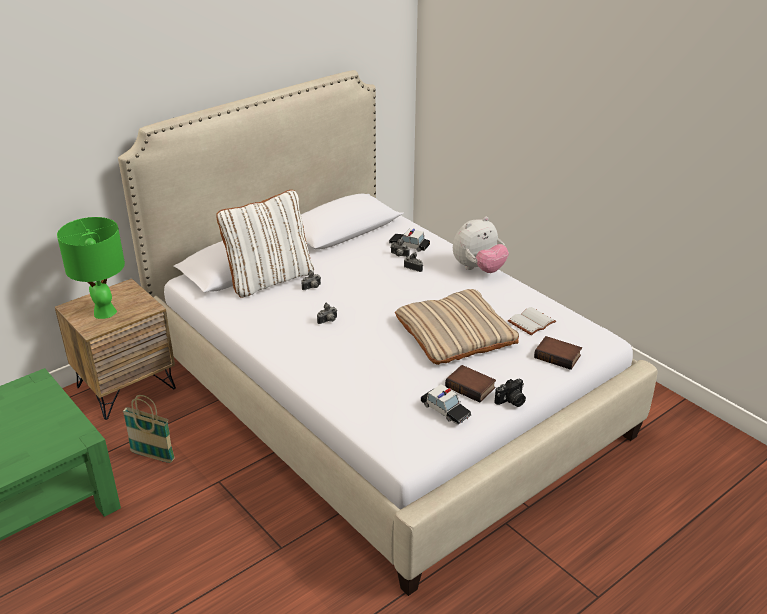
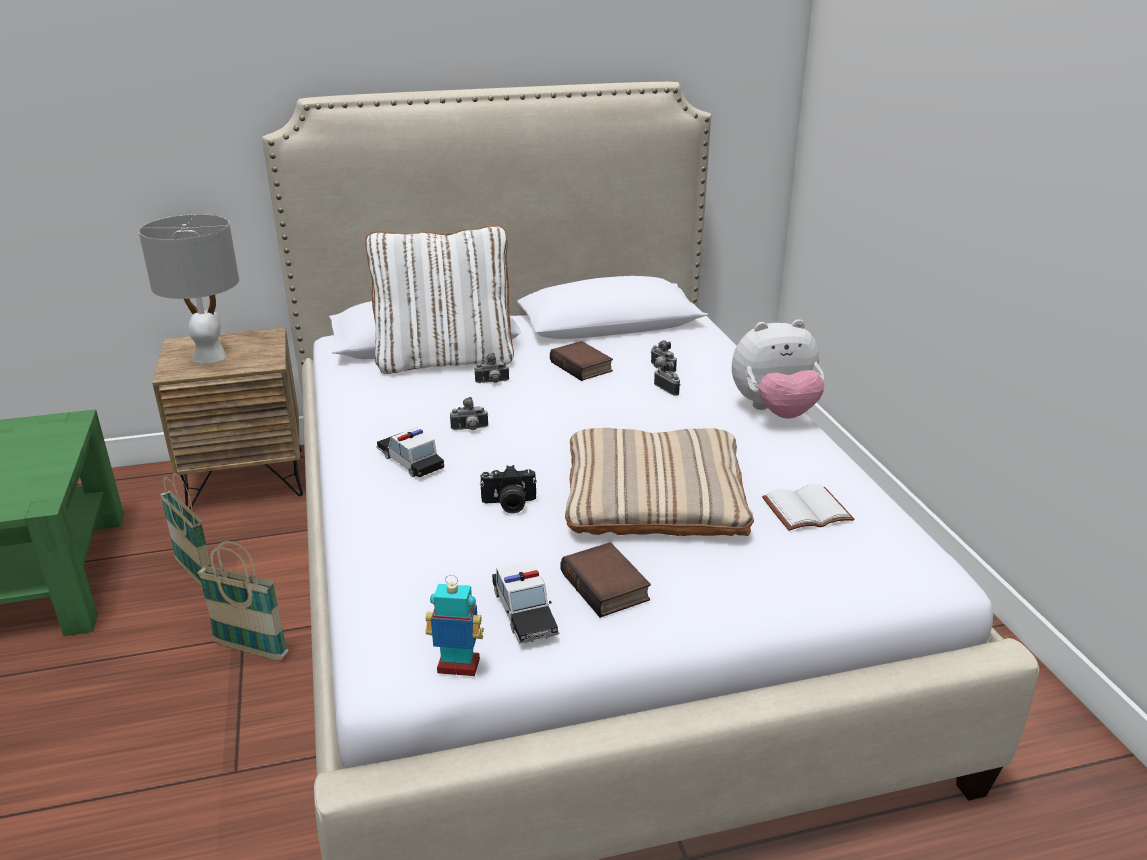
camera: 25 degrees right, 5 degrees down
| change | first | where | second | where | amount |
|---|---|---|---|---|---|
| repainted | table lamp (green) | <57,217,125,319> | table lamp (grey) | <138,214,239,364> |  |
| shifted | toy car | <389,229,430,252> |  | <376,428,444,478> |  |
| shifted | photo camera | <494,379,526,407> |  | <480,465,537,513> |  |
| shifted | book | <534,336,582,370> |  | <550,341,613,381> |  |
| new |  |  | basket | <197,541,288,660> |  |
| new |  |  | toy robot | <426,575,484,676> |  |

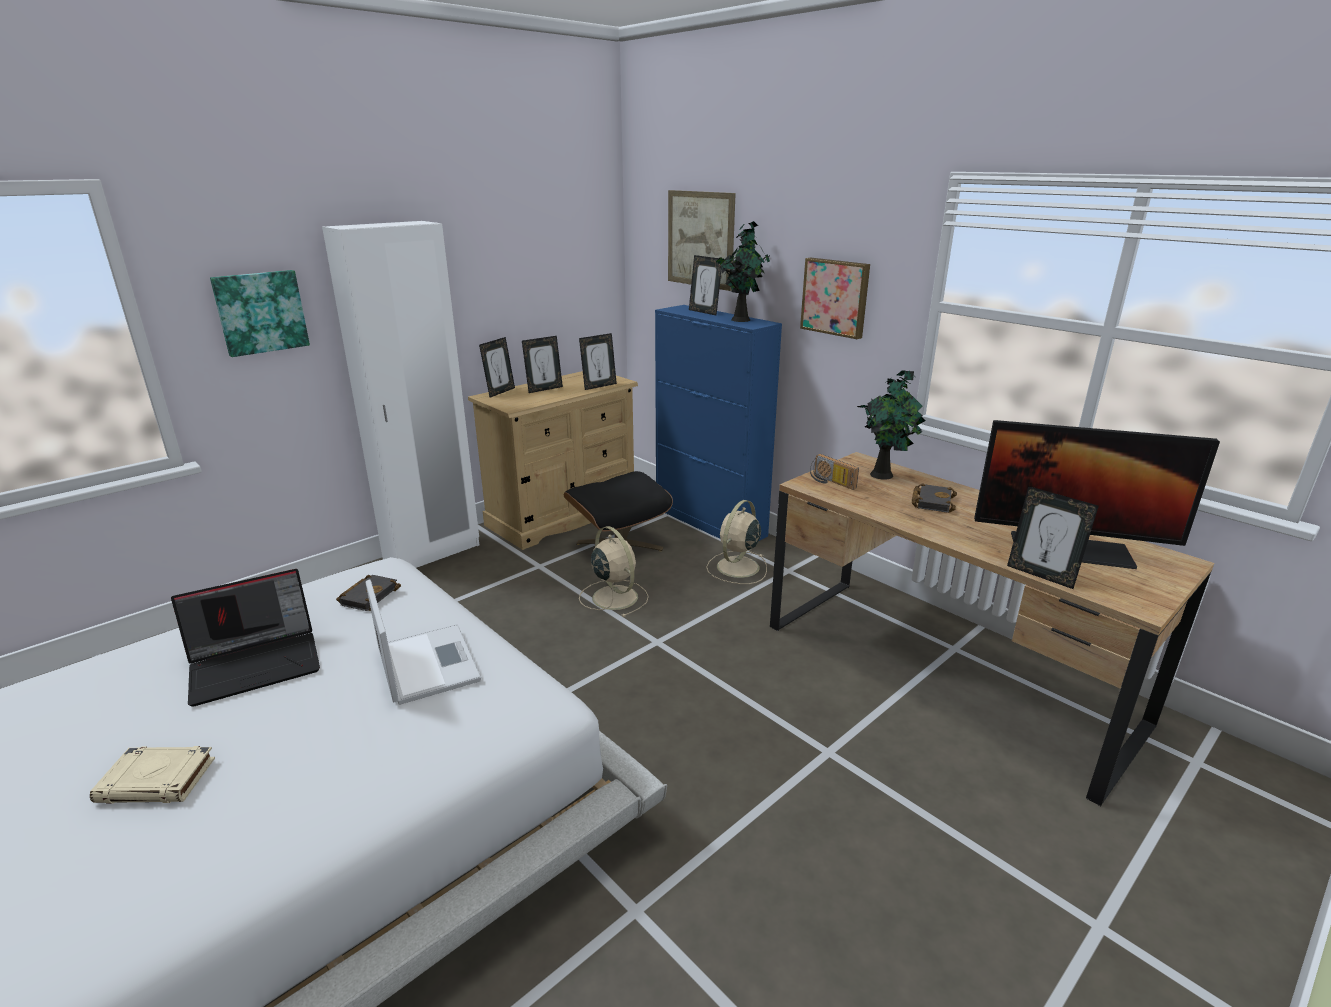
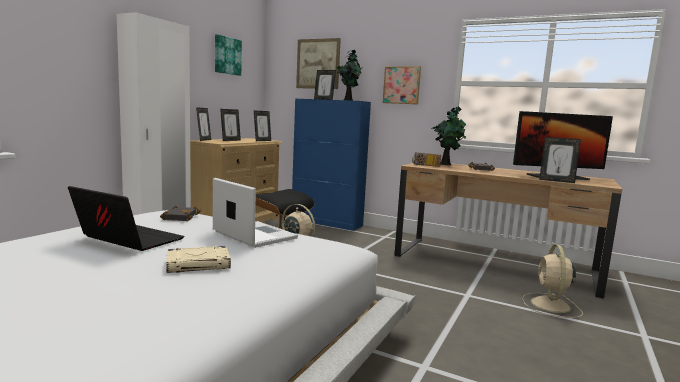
camera: 20 degrees left, 15 degrees down
| change | first | where | second | where | amount |
|---|---|---|---|---|---|
| shifted | book (beige) | <90,746,215,804> |  | <166,246,231,273> |  |
| rotated | laptop | <171,569,320,707> |  | <68,186,185,251> | 105 degrees counterclockwise |
| shifted | picture | <210,270,310,357> |  | <215,34,242,76> |  |
| shifted | fan (beige) | <706,500,767,584> |  | <522,244,583,318> |  |

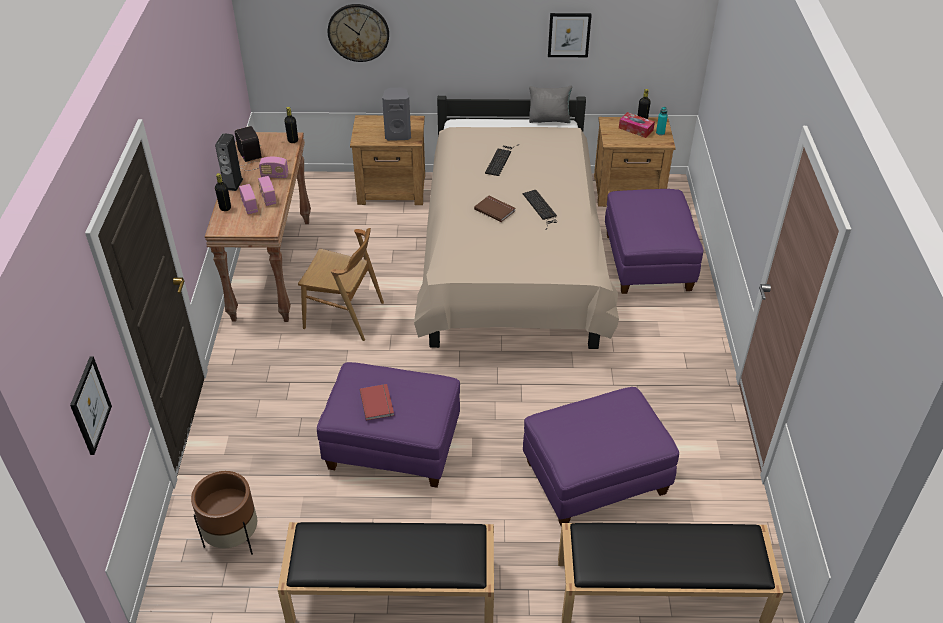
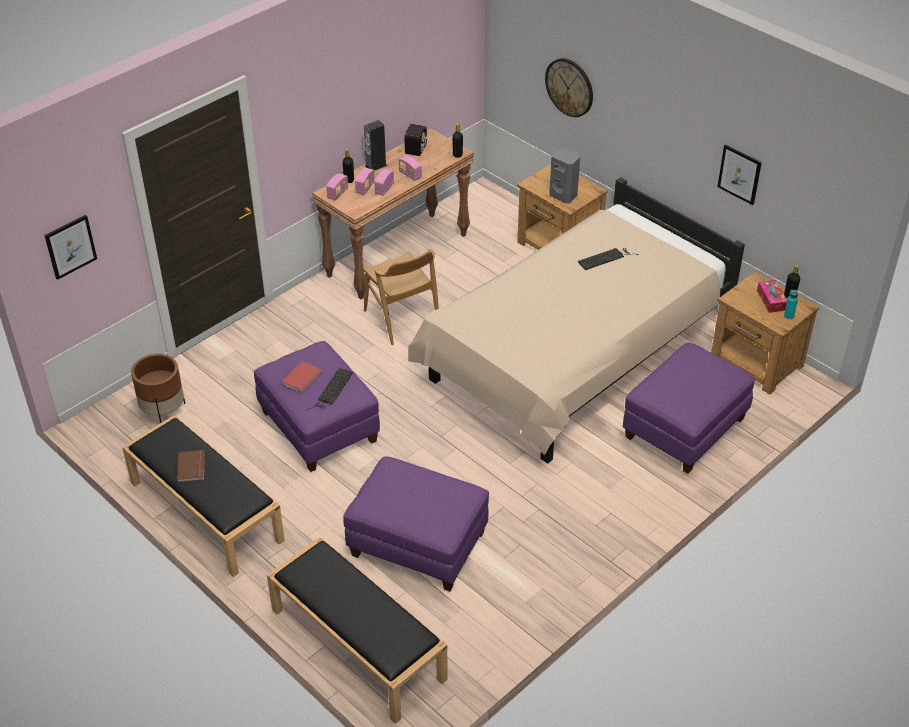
camera: 45 degrees right, 0 degrees up
| change | first | where | second | where | amount |
|---|---|---|---|---|---|
| shifted | book (brown) | <474,196,515,222> |  | <177,450,205,482> |  |
| shifted | keyboard | <523,190,557,230> |  | <307,368,353,410> |  |
| gone | pillow (grey) | <529,85,572,123> |  |  |  |
| new |  |  | radio | <326,173,348,200> |  |

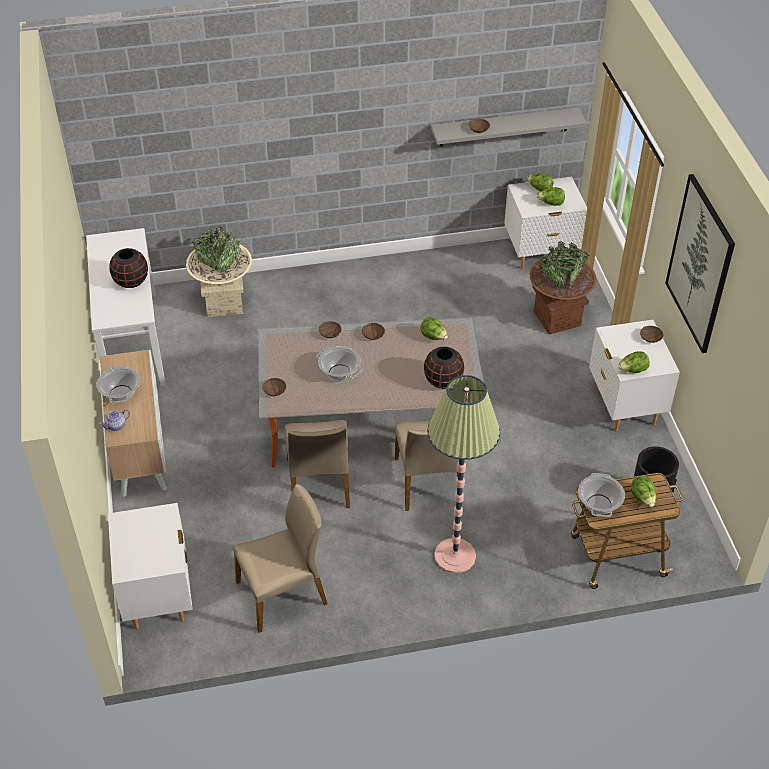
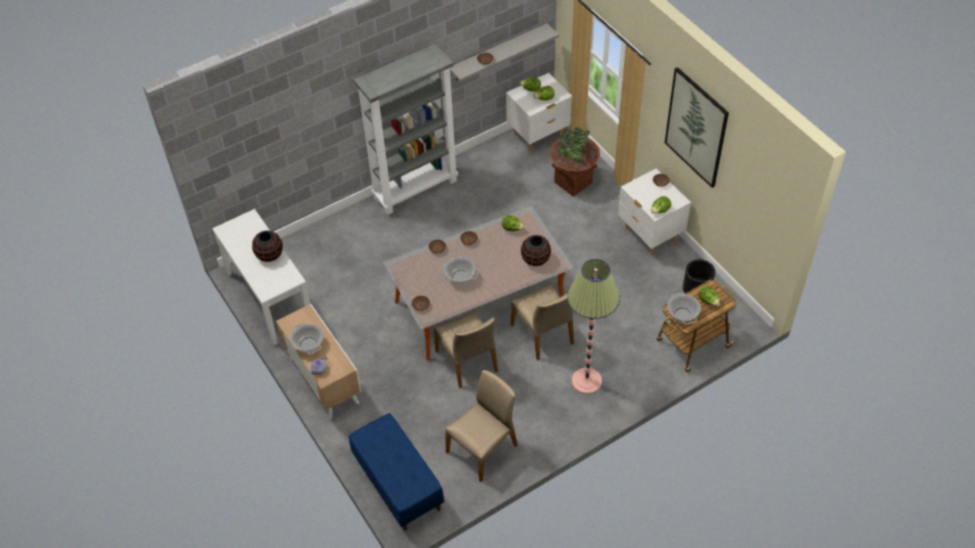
camera: 20 degrees left, 5 degrees up
| change | first | where | second | where | amount |
|---|---|---|---|---|---|
| swapped | nightstand (white) | <108,503,193,629> | bench (blue) | <349,413,444,531> |  |
| gone | planter (beige) | <186,227,252,317> |  |  |  |
| new |  |  | bookcase (grey) | <353,44,458,215> |  |

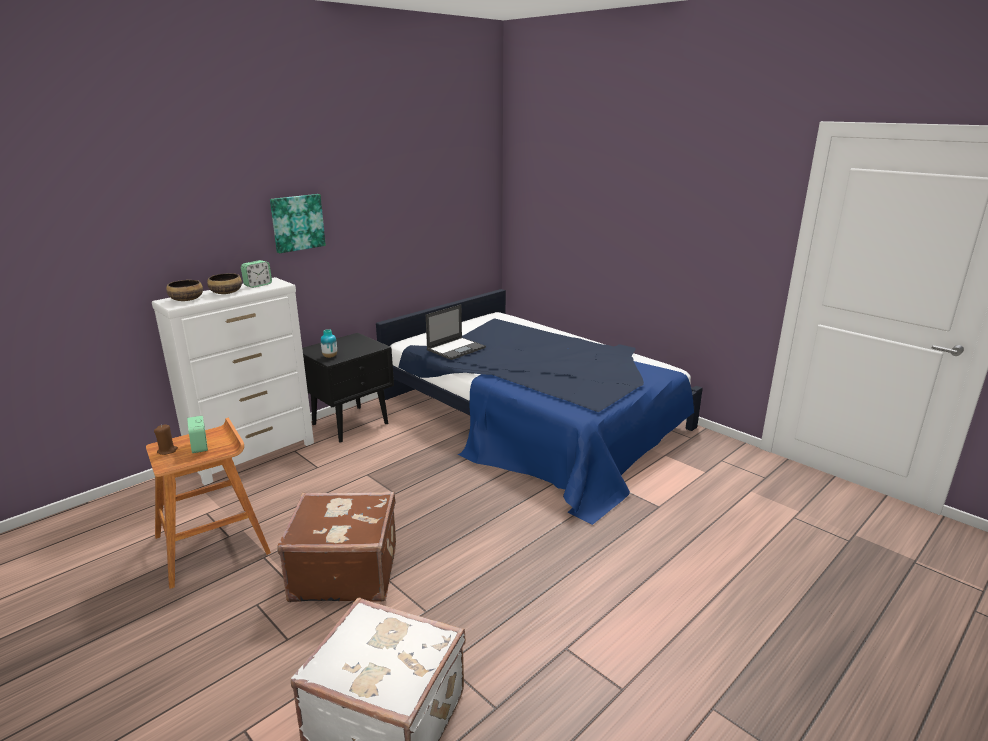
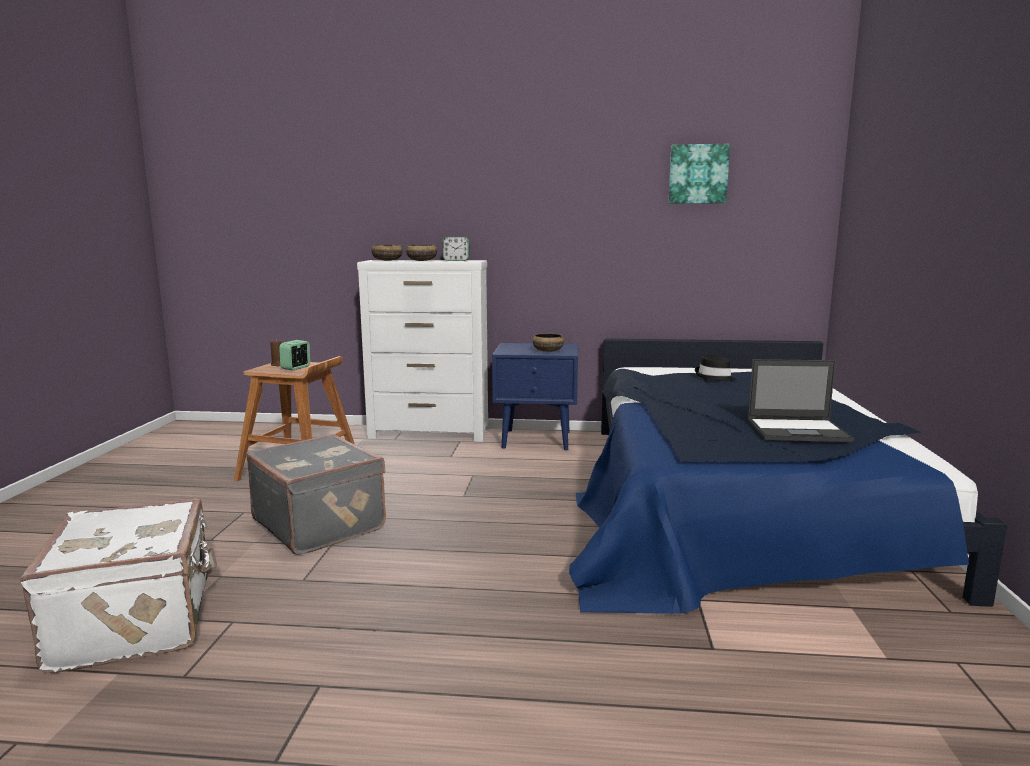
camera: 50 degrees right, 10 degrees down
| change | first | where | second | where | amount |
|---|---|---|---|---|---|
| shifted | picture | <270,194,326,253> |  | <669,144,730,204> |  |
| repainted | suitcase (brown) | <277,492,396,602> | suitcase (grey) | <246,434,386,555> |  |
| repainted | nightstand (black) | <302,333,394,443> | nightstand (blue) | <492,343,578,450> |  |
| gone | vase | <321,329,337,358> |  |  |  |
| shifted | laptop | <426,305,486,360> |  | <748,359,854,442> |  |
| new |  |  | bowl | <533,334,564,352> |  |
| new |  |  | hat (black) | <695,354,736,381> |  |

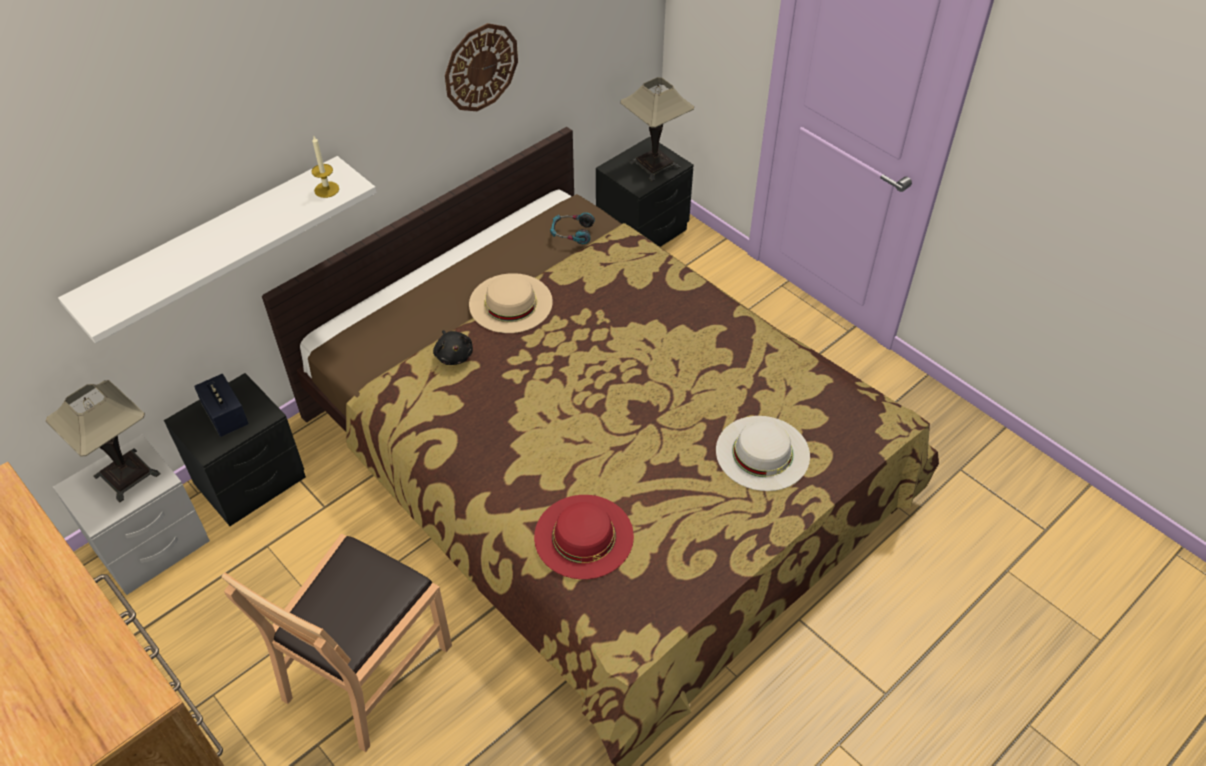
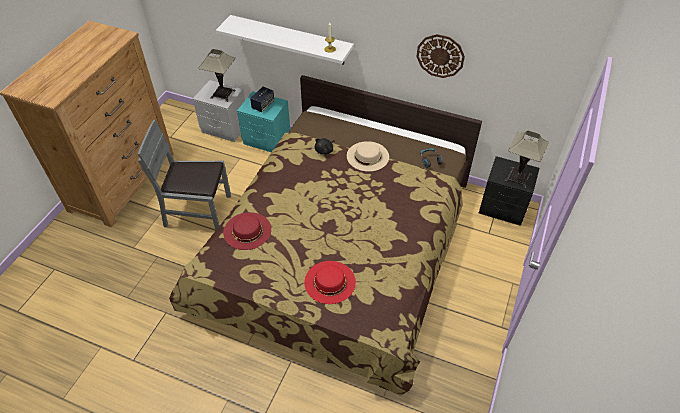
camera: 65 degrees right, 0 degrees up
| change | first | where | second | where | amount |
|---|---|---|---|---|---|
| repainted | nightstand (black) | <164,373,306,526> | nightstand (turquoise) | <237,91,290,152> |  |
| repainted | chair (brown) | <222,534,452,752> | chair (grey) | <138,119,231,230> |  |
| repainted | hat (white) | <716,416,810,491> | hat (red) | <304,261,356,304> |  |

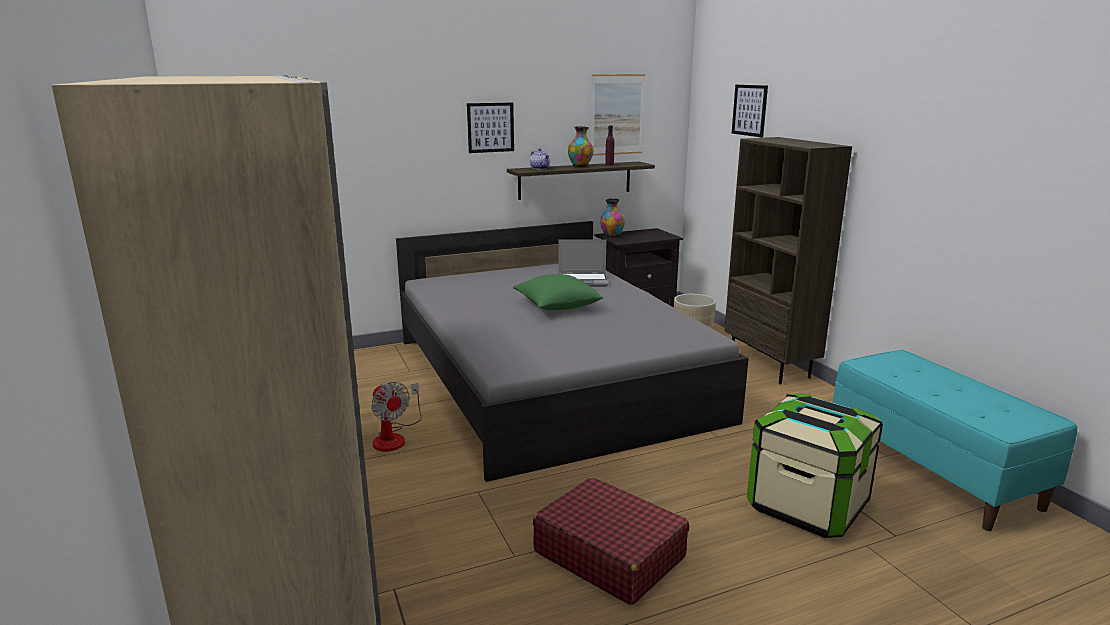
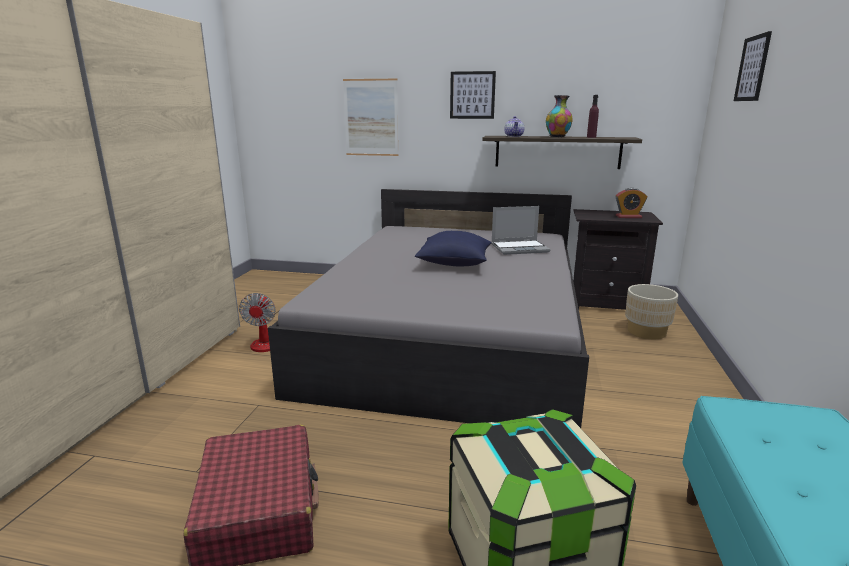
camera: 35 degrees right, 0 degrees up
| change | first | where | second | where | amount |
|---|---|---|---|---|---|
| repainted | pillow (green) | <513,274,604,310> | pillow (blue) | <415,231,492,266> |  |
| rotated | laptop | <559,239,608,287> |  | <491,206,551,255> | 45 degrees counterclockwise |
| shifted | picture | <591,74,645,156> |  | <343,79,399,156> |  |
| gone | vase | <600,199,625,238> |  |  |  |
| gone | bookcase (brown) | <724,137,852,384> |  |  |  |
| new |  |  | alarm clock | <616,188,647,218> |  |

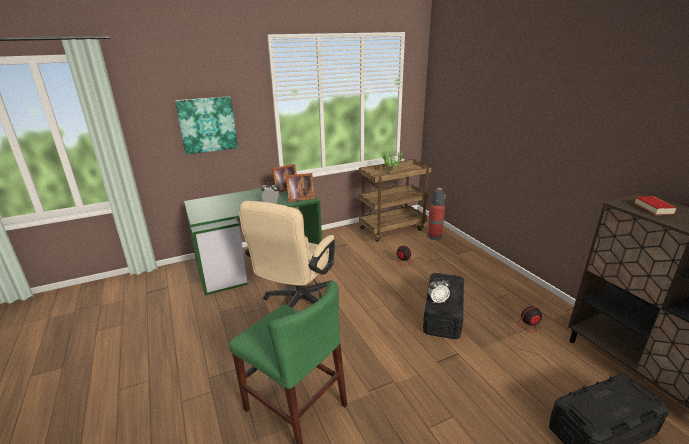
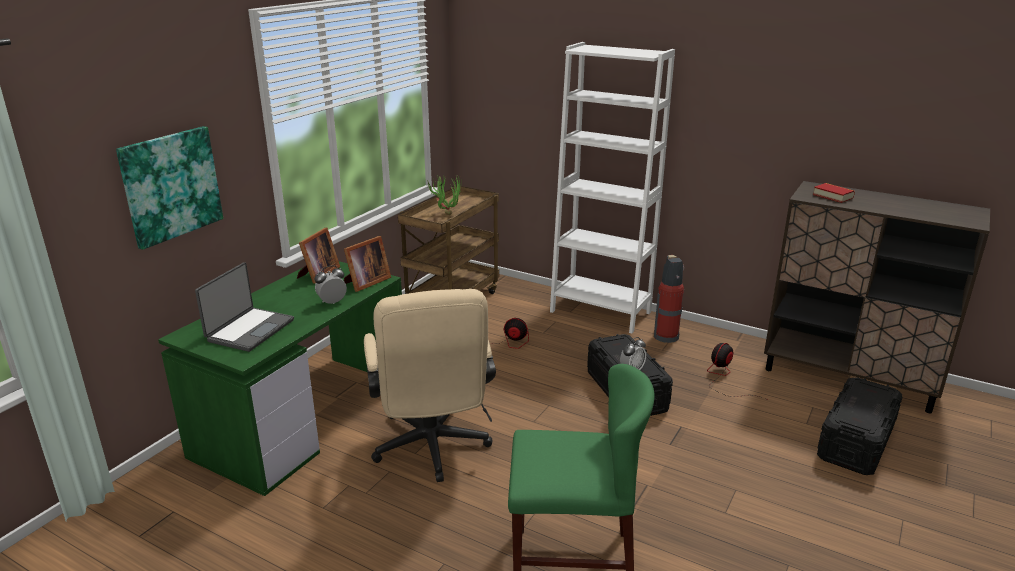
camera: 35 degrees left, 0 degrees up
| change | first | where | second | where | amount |
|---|---|---|---|---|---|
| shifted | fire extinguisher | <427,188,446,240> |  | <654,255,684,343> |  |
| new |  |  | laptop | <195,262,294,352> |  |
| new |  |  | bookcase (white) | <550,42,675,334> |  |

